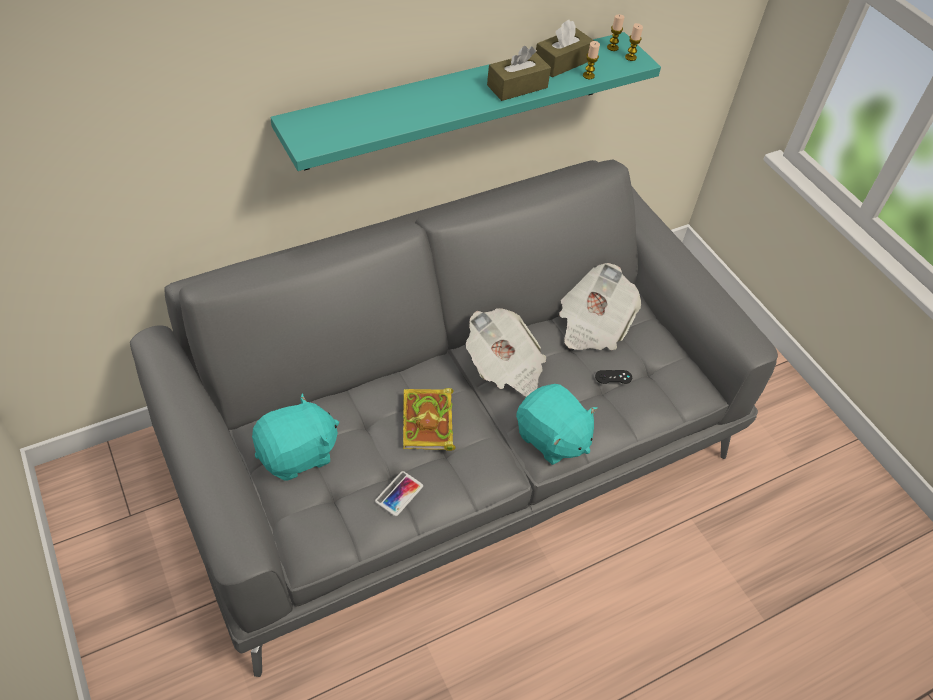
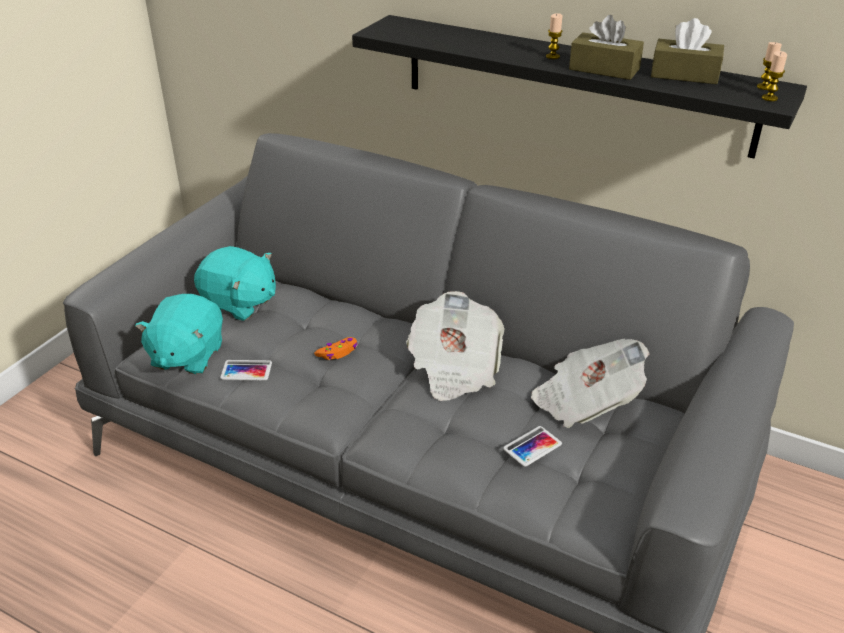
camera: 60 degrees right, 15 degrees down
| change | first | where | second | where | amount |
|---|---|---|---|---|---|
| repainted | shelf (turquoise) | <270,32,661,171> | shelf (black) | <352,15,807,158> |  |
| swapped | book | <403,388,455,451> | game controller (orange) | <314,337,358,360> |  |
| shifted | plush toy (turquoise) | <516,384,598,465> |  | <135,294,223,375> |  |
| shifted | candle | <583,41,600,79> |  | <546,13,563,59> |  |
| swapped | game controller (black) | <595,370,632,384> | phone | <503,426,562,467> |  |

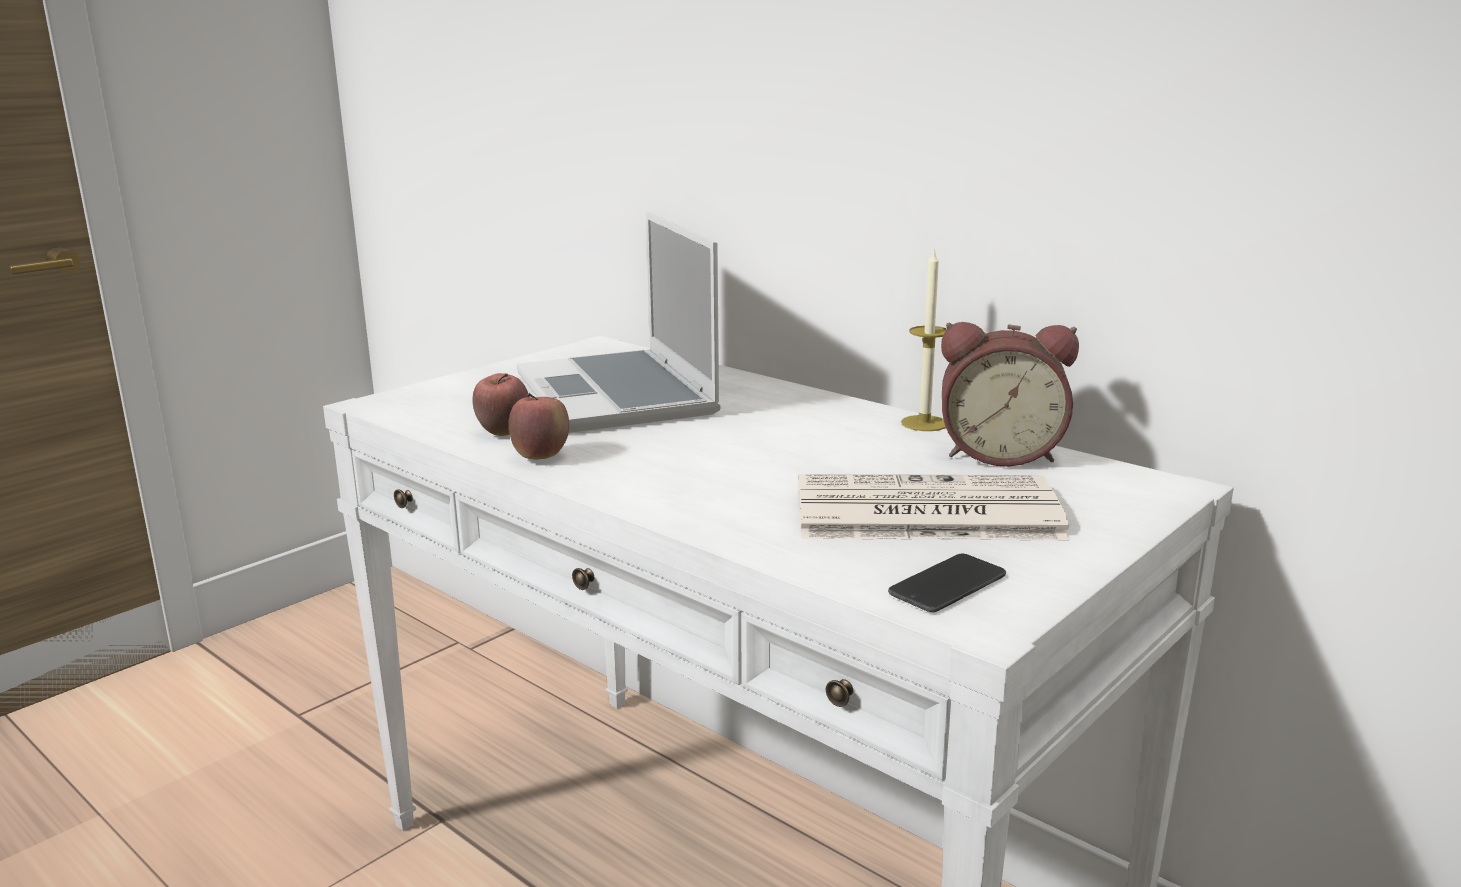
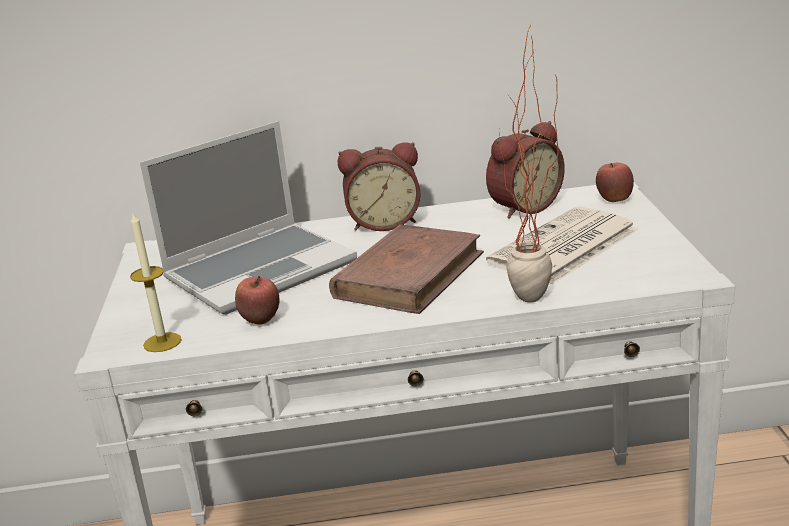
camera: 45 degrees left, 5 degrees up
| change | first | where | second | where | amount |
|---|---|---|---|---|---|
| shifted | apple | <509,393,569,460> |  | <596,162,634,202> |  |
| rotated | laptop | <517,212,721,433> |  | <140,121,357,315> | 60 degrees counterclockwise |
| gone | phone | <888,554,1006,612> |  |  |  |
| shifted | candle | <901,251,947,431> |  | <130,213,182,352> |  |
| new |  |  | book (brown) | <329,224,484,314> |  |
| new |  |  | alarm clock | <338,142,421,231> |  |
| new |  |  | potted plant | <499,23,559,303> |  |

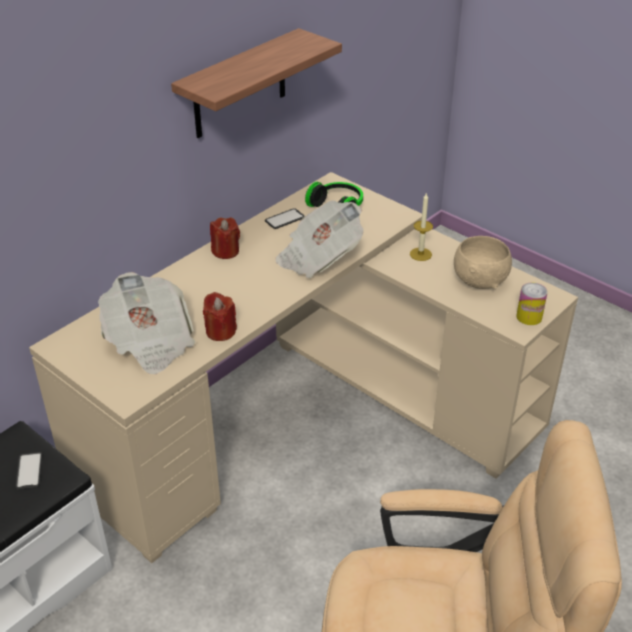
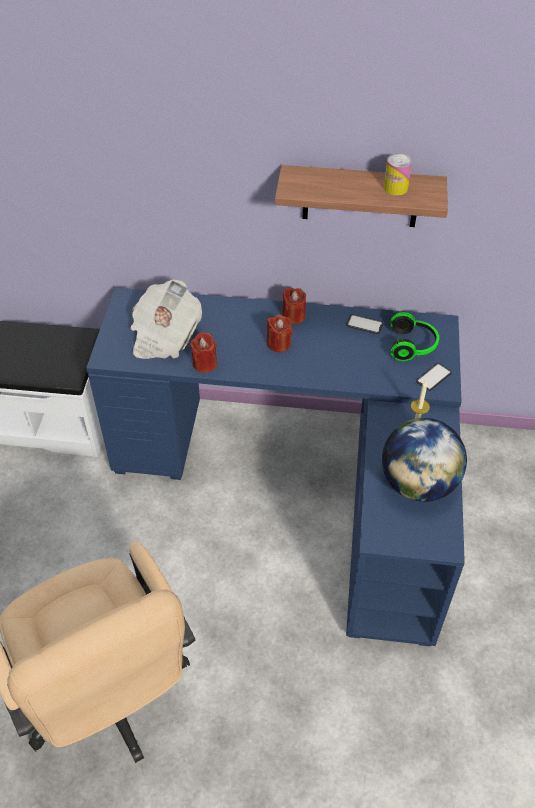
camera: 55 degrees right, 10 degrees up
| change | first | where | second | where | amount |
|---|---|---|---|---|---|
| shifted | phone | <15,452,43,490> |  | <416,363,452,391> |  |
| repainted | desk (beige) | <29,172,578,563> | desk (blue) | <86,287,465,646> |  |
| gone | newspaper | <275,200,364,278> |  |  |  |
| swapped | bowl (beige) | <454,236,512,289> | globe | <382,418,467,502> |  |
| shifted | can | <516,283,547,325> |  | <384,153,412,196> |  |
| new |  |  | candle (red) | <267,315,293,352> |  |

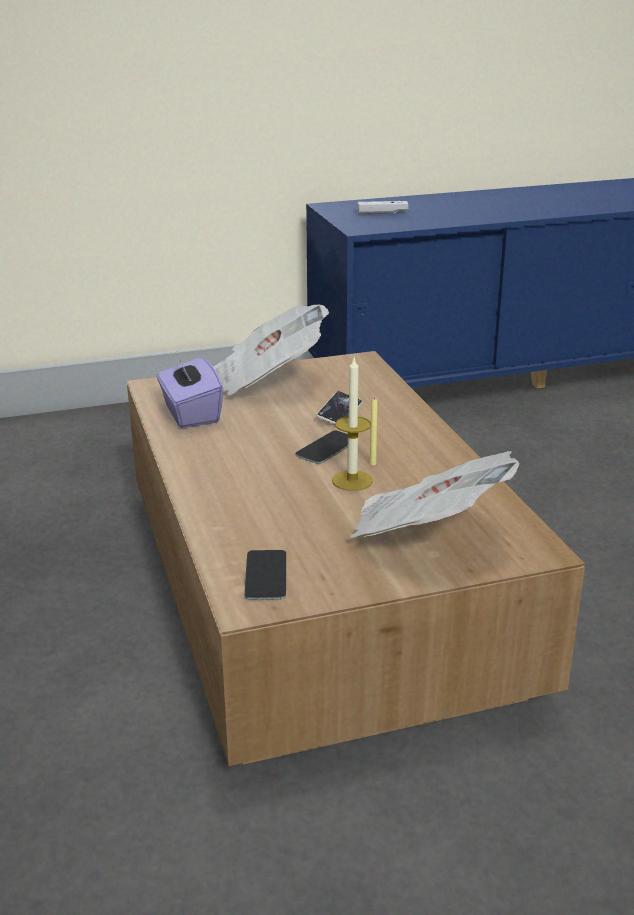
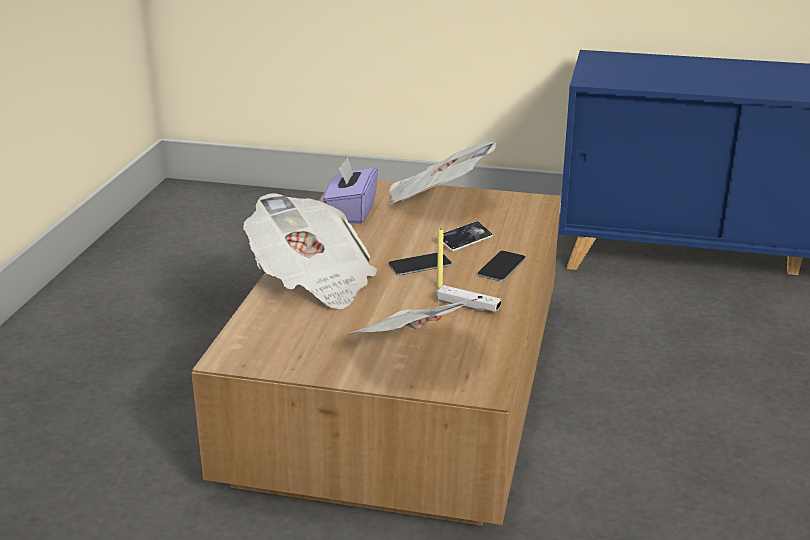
camera: 30 degrees right, 0 degrees up
| change | first | where | second | where | amount |
|---|---|---|---|---|---|
| shifted | phone | <244,550,287,600> |  | <478,251,525,281> |  |
| gone | candle | <332,358,373,491> |  |  |  |
| shifted | game controller (white) | <358,201,409,214> |  | <437,285,501,312> |  |
| new |  |  | newspaper | <243,193,377,309> |  |

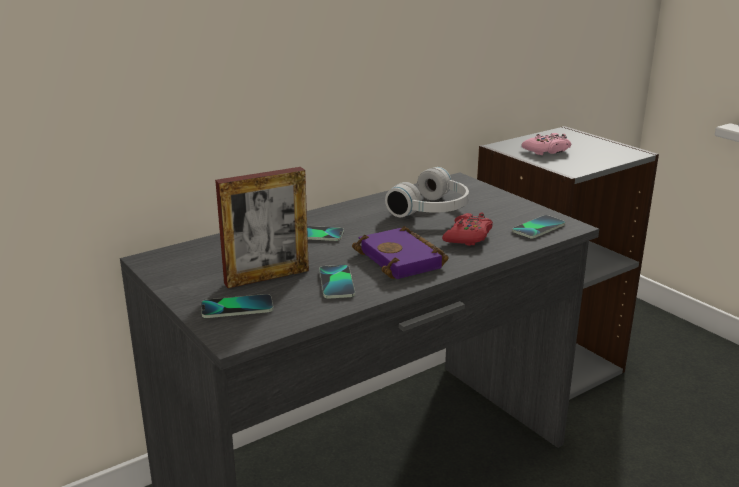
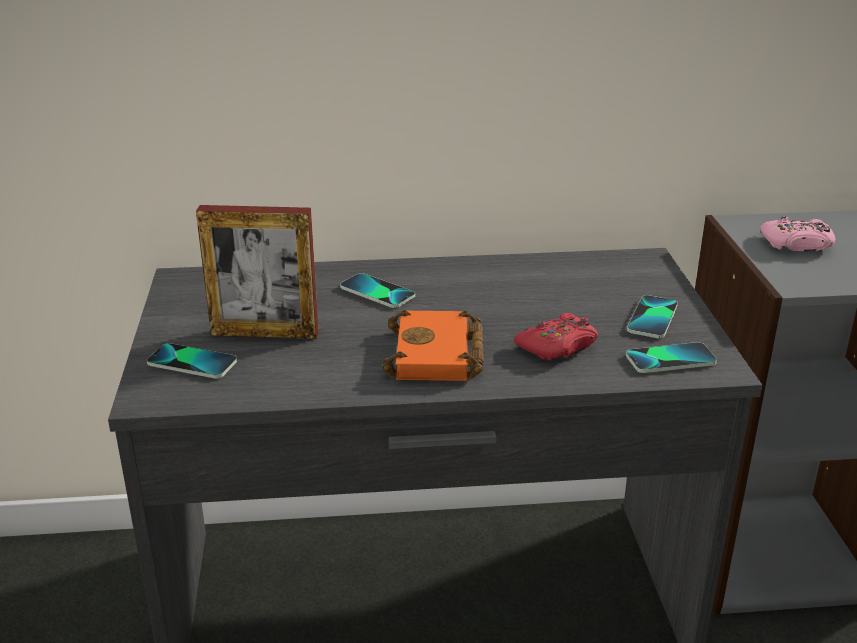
camera: 30 degrees right, 5 degrees up
| change | first | where | second | where | amount |
|---|---|---|---|---|---|
| shifted | phone | <319,265,355,299> |  | <627,295,678,338> |  |
| repainted | book (purple) | <352,226,449,279> | book (orange) | <382,310,484,381> |  |
| gone | headphones (white) | <385,167,469,217> |  |  |  |

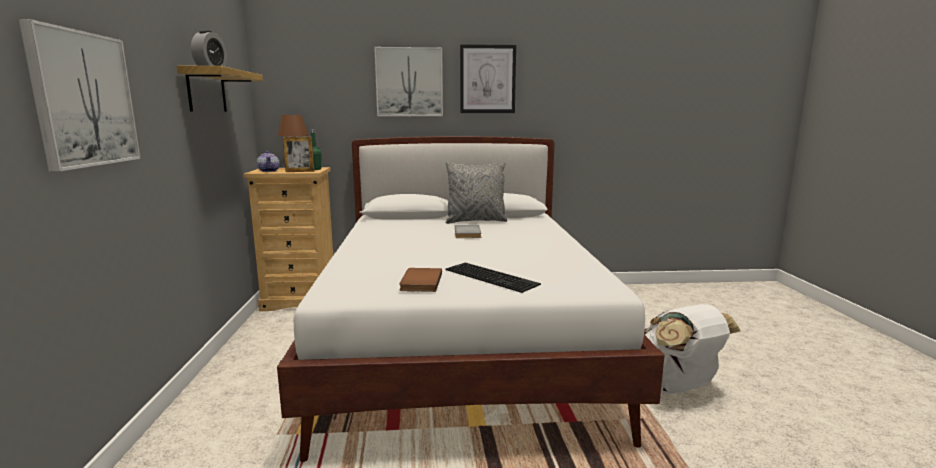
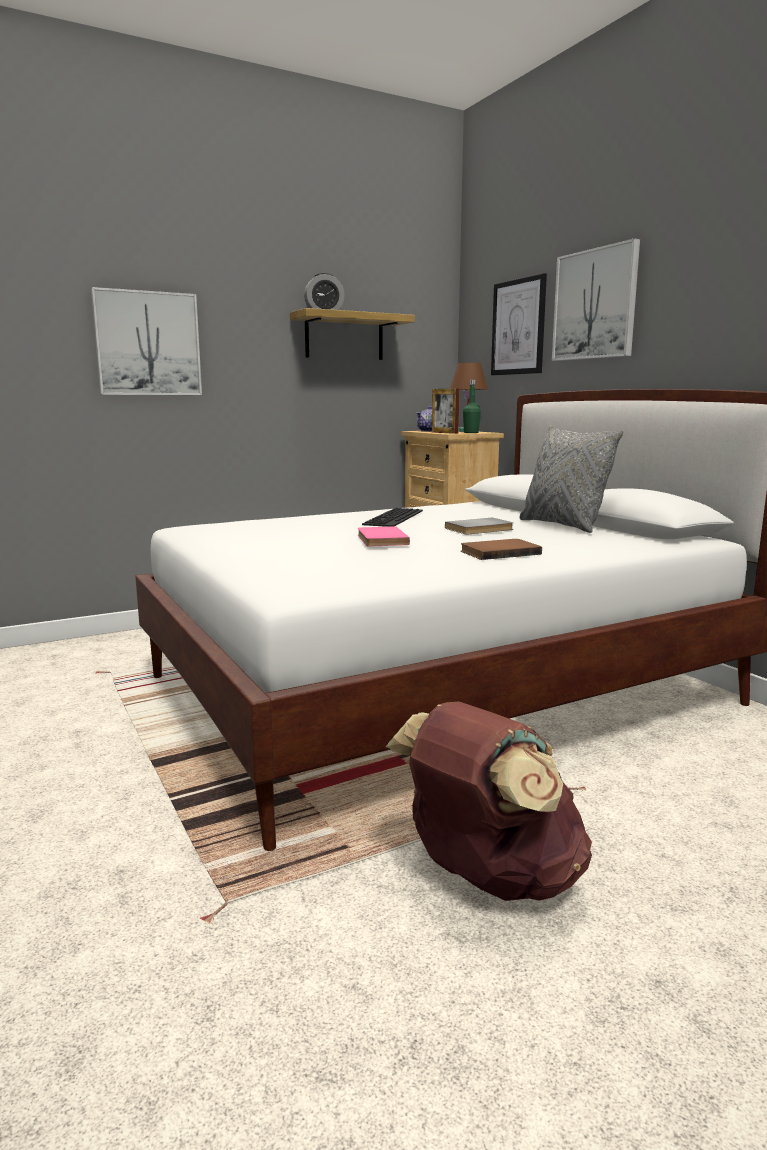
camera: 65 degrees right, 0 degrees up
| change | first | where | second | where | amount |
|---|---|---|---|---|---|
| shifted | book (brown) | <399,268,442,292> |  | <461,539,542,560> |  |
| shifted | keyboard | <445,263,541,293> |  | <362,508,423,527> |  |
| shifted | picture | <460,44,516,113> |  | <491,273,547,375> |  |
| repainted | backpack (white) | <644,304,741,394> | backpack (brown) | <386,702,592,901> |  |
| new |  |  | book (pink) | <358,526,410,547> |  |

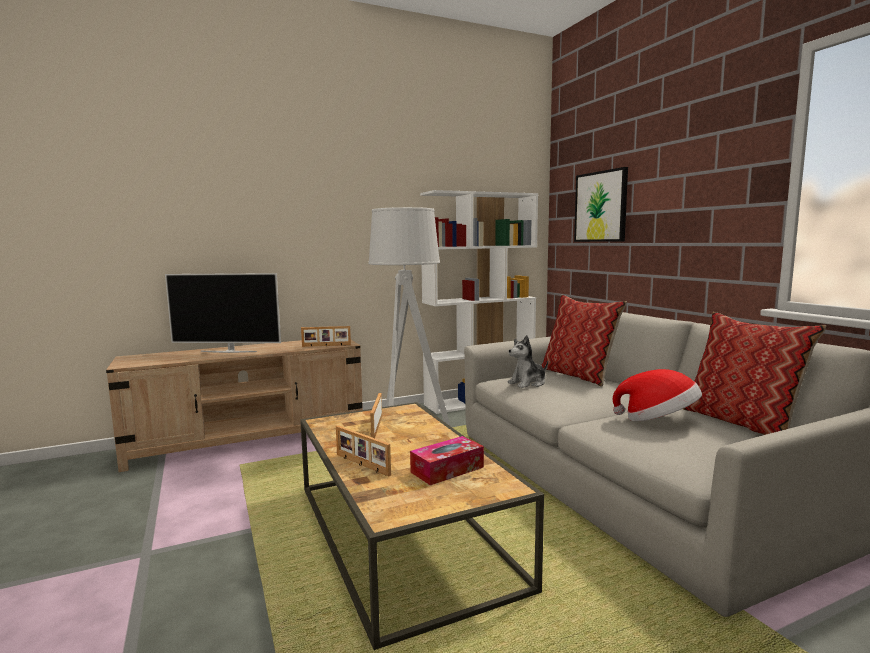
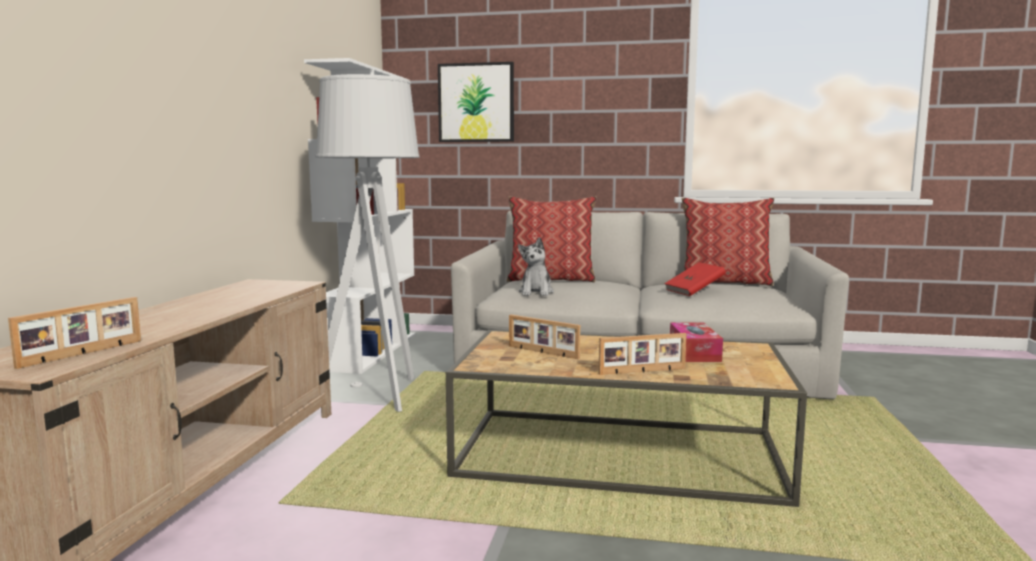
camera: 55 degrees left, 0 degrees up
| change | first | where | second | where | amount |
|---|---|---|---|---|---|
| gone | television | <165,273,281,353> |  |  |  |
| shifted | picture frame | <301,326,351,347> |  | <8,297,141,369> |  |
| swapped | hat | <613,369,702,421> | book (red) | <664,262,726,296> |  |

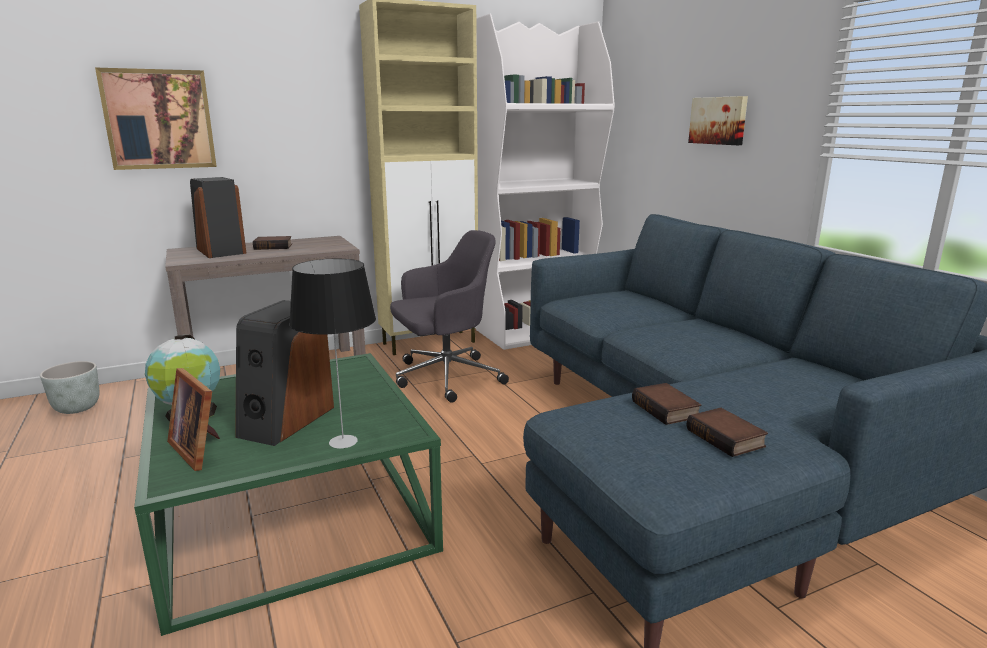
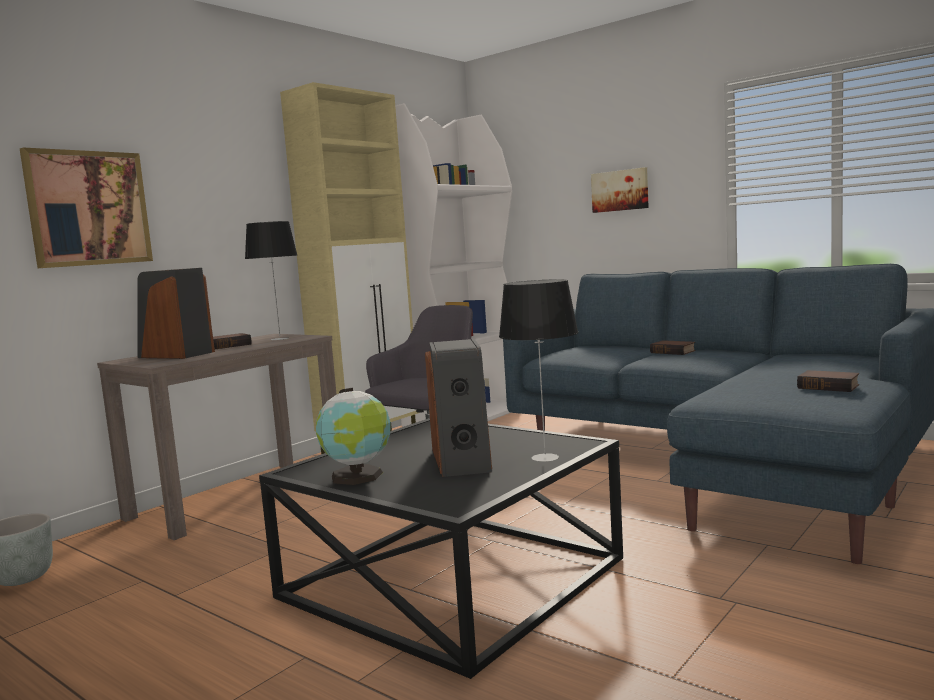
camera: 25 degrees left, 10 degrees down
| change | first | where | second | where | amount |
|---|---|---|---|---|---|
| repainted | coffee table (green) | <134,353,443,636> | coffee table (black) | <259,418,623,679> |  |
| gone | picture frame | <167,368,220,471> |  |  |  |
| shifted | book | <632,383,702,425> |  | <650,340,695,355> |  |
| new |  |  | table lamp | <245,221,297,340> |  |

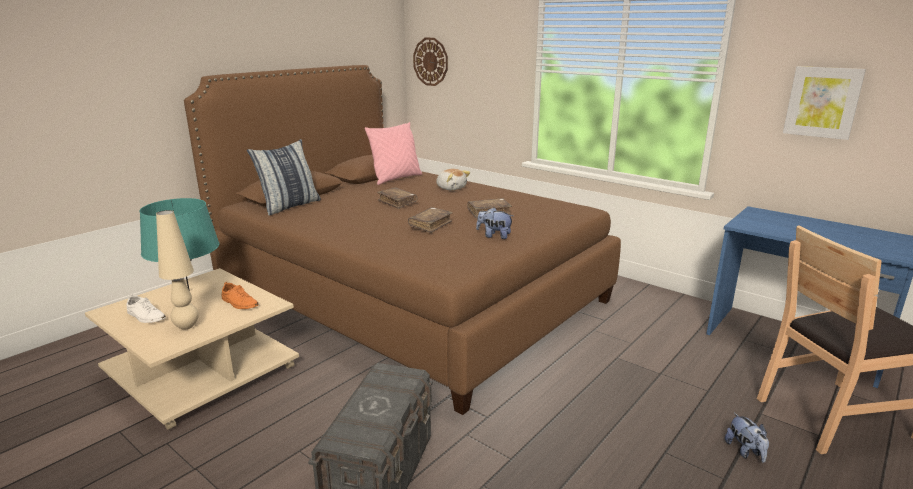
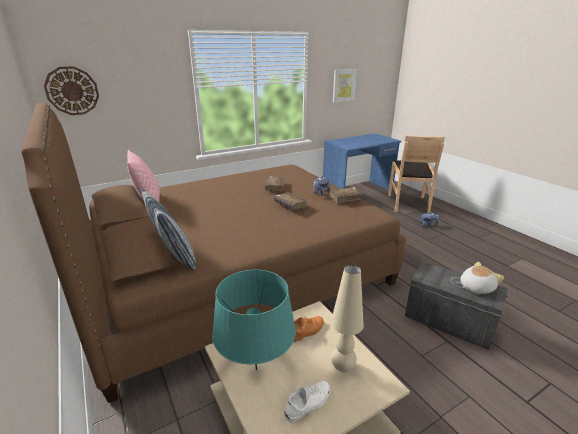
camera: 70 degrees left, 5 degrees up
| change | first | where | second | where | amount |
|---|---|---|---|---|---|
| shifted | book (brown) | <377,187,418,209> |  | <329,187,363,204> |  |
| shifted | plush toy | <436,169,470,190> |  | <460,262,504,294> |  |

